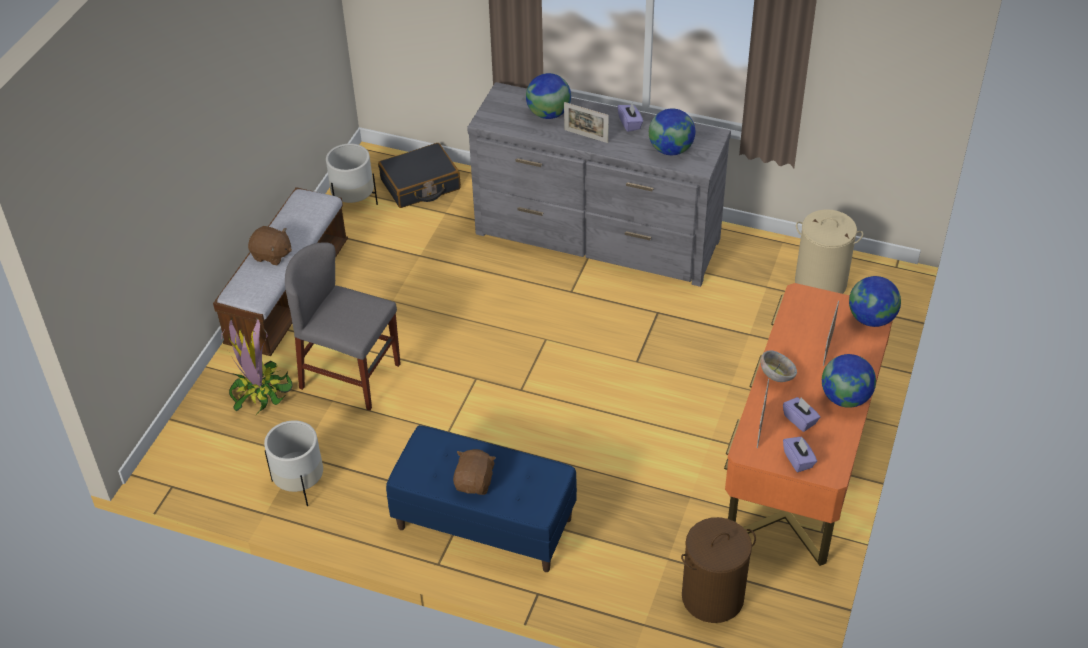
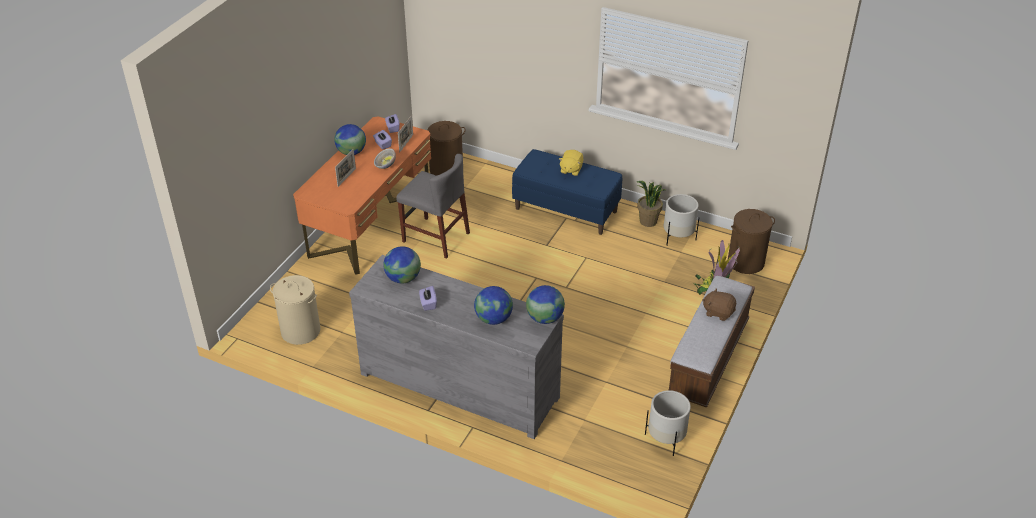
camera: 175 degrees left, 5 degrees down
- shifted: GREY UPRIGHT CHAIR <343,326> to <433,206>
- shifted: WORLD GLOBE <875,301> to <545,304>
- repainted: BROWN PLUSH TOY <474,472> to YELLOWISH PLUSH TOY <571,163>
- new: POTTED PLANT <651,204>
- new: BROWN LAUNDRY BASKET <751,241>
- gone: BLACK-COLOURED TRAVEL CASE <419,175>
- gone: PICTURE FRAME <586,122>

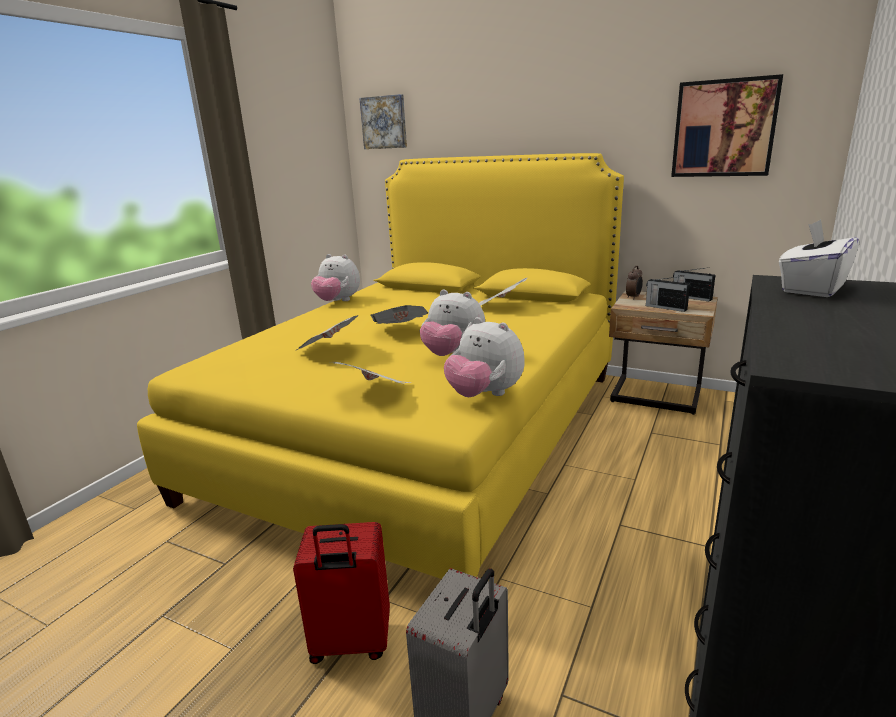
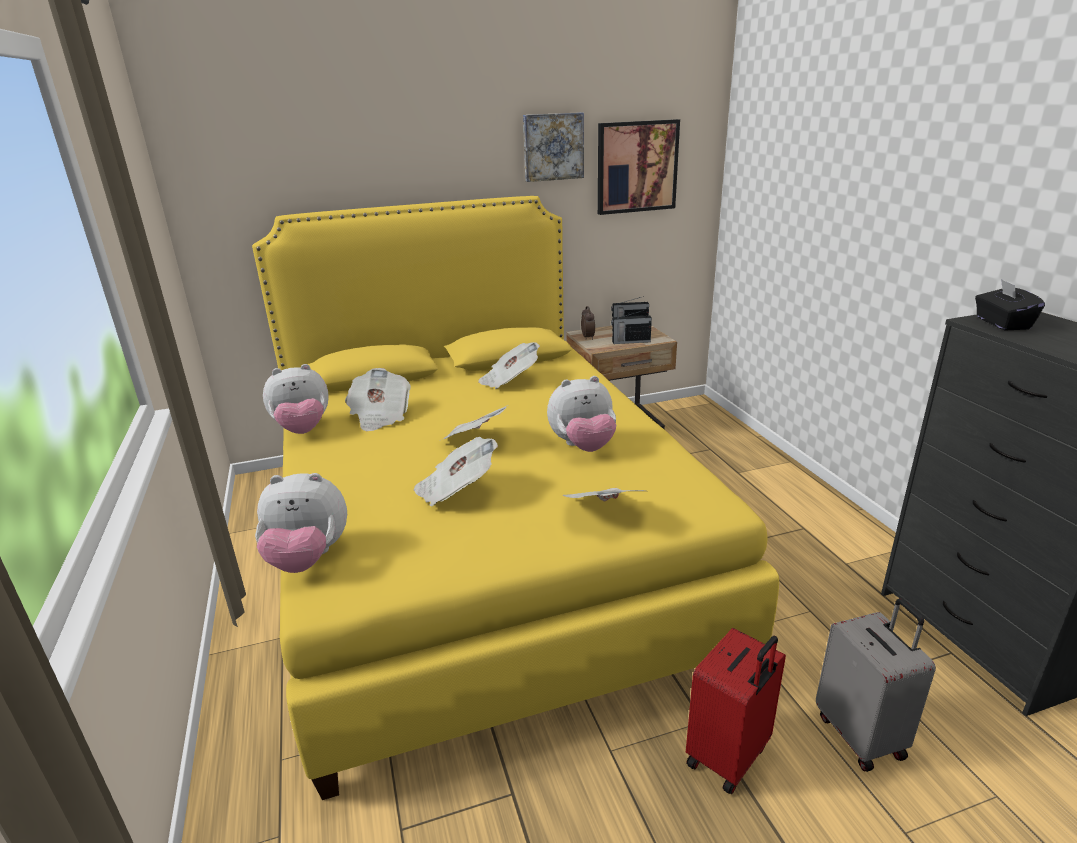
camera: 45 degrees left, 5 degrees up
- shifted: PLUSH TOY <484,357> to <301,523>
- new: DAILY PAPER <378,399>
- shifted: WALL PICTURE <383,121> to <553,147>
- repainted: WHITE-COLOURED BOX OF TISSUES <819,258> to BLACK-COLOURED BOX OF TISSUES <1010,304>

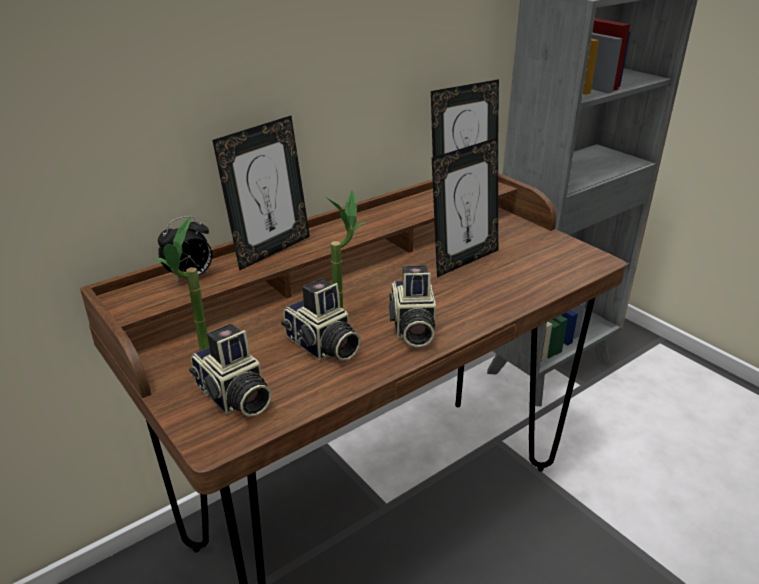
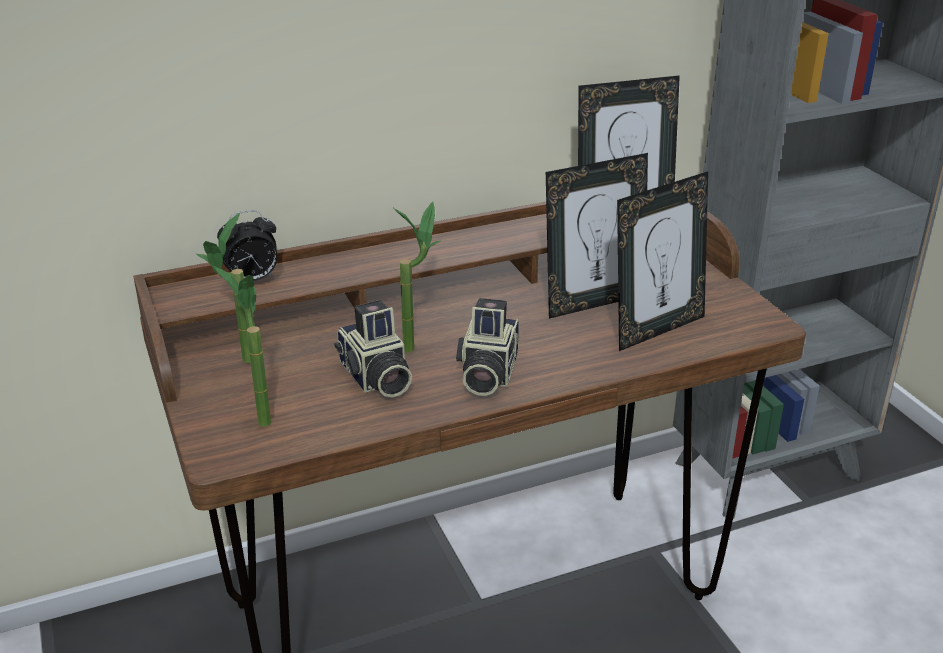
camera: 15 degrees right, 0 degrees up
- swapped: STILL CAMERA <230,370> to POTTED PLANT <242,346>
- shifted: PICTURE FRAME <261,193> to <662,261>

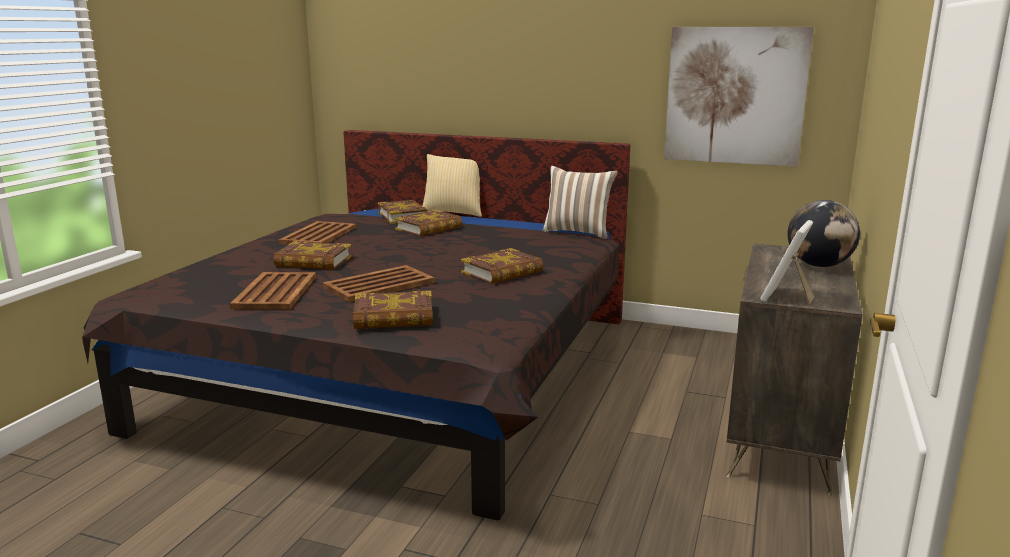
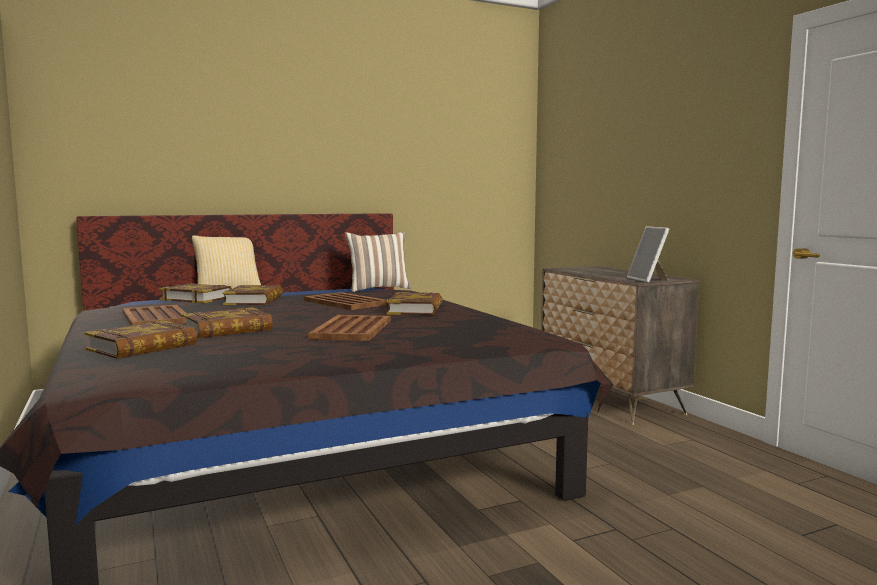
camera: 45 degrees left, 10 degrees down
- shifted: BOOK <393,309> to <140,340>
- shifted: BROWN CARRYING TRAY <273,291> to <346,301>
- gone: WALL PICTURE <739,96>
- gone: WORLD GLOBE <824,233>

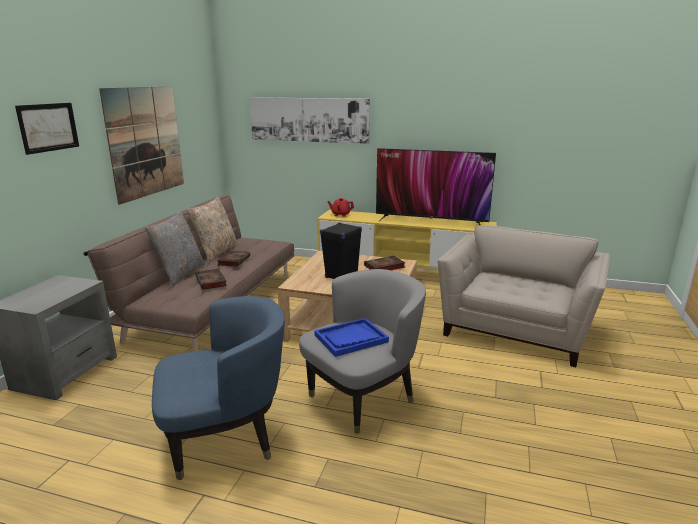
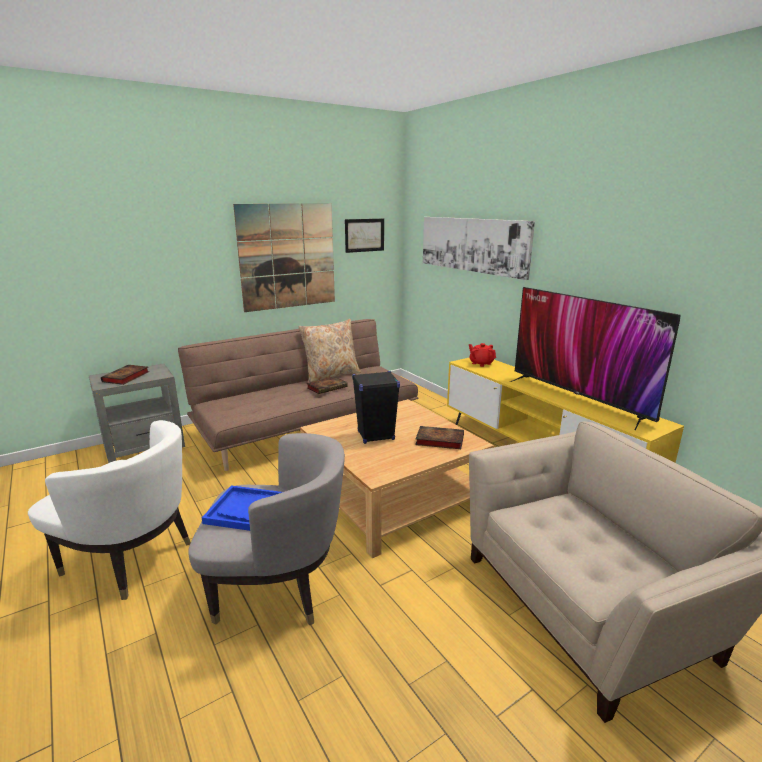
camera: 40 degrees right, 0 degrees up
- repainted: BLUE-COLOURED LOUNGE CHAIR <218,388> to WHITE-COLOURED LOUNGE CHAIR <109,510>
- shifted: BOOK <211,279> to <125,375>
- shifted: WALL PICTURE <47,129> to <364,236>
- gone: GREY THROW PILLOW <175,248>

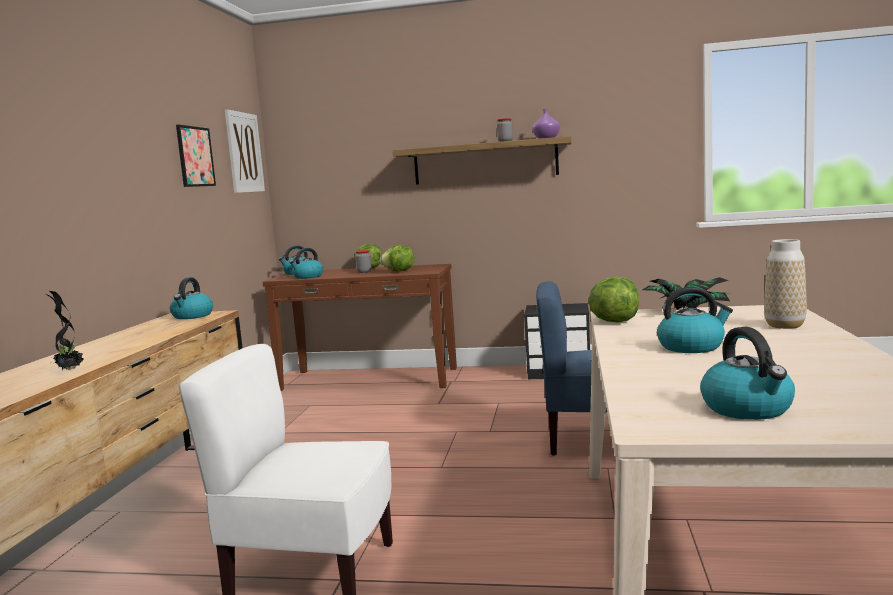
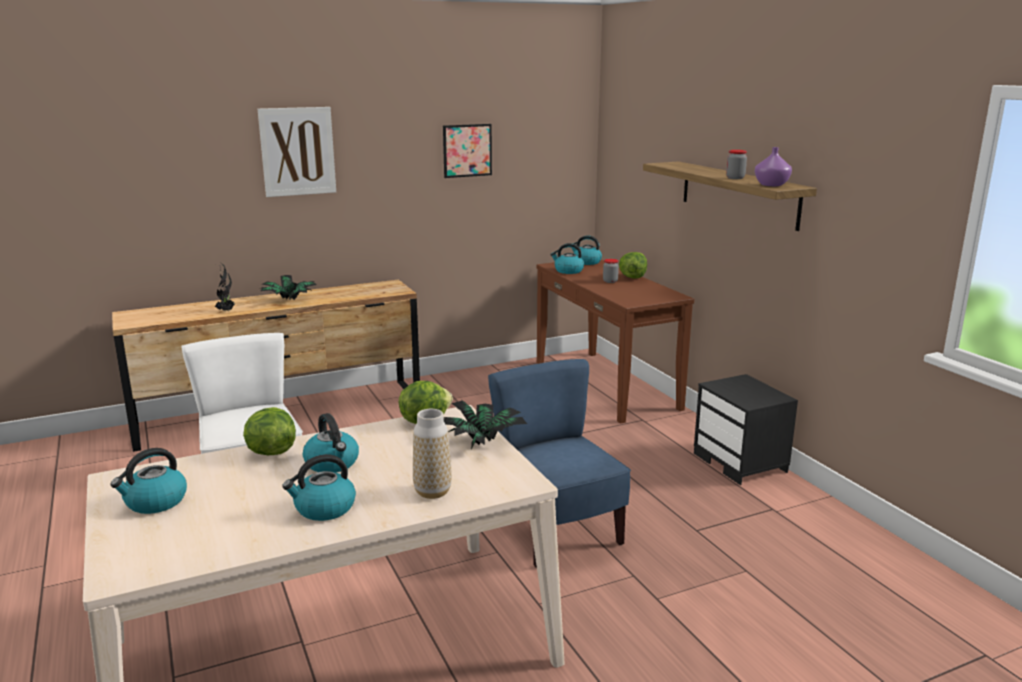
camera: 55 degrees right, 10 degrees up
- shifted: LETTUCE HEAD <397,258> to <269,431>
- shifted: WALL PICTURE <245,151> to <297,152>
- new: POTTED PLANT <289,288>
- shifted: KETTLE <191,298> to <319,487>

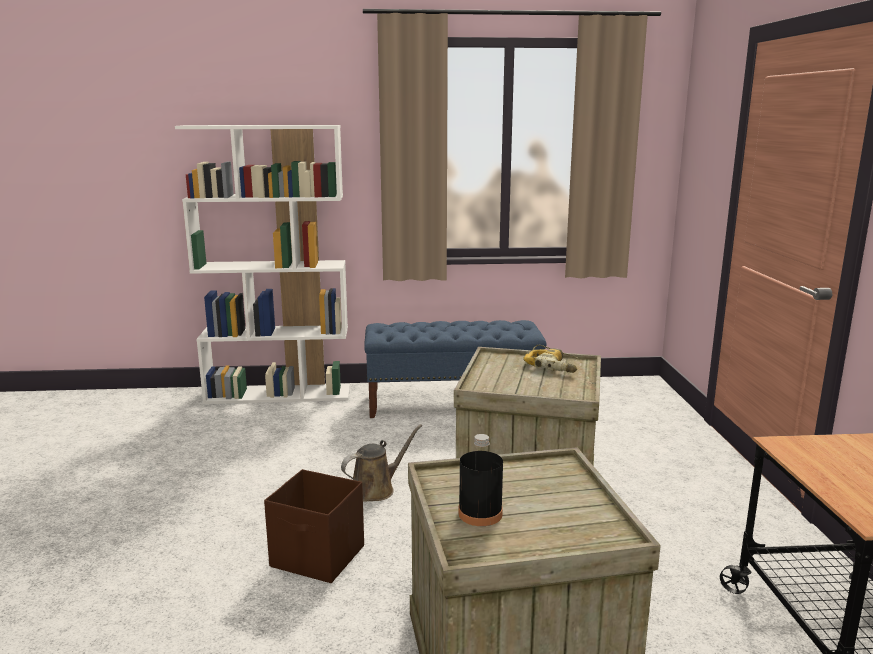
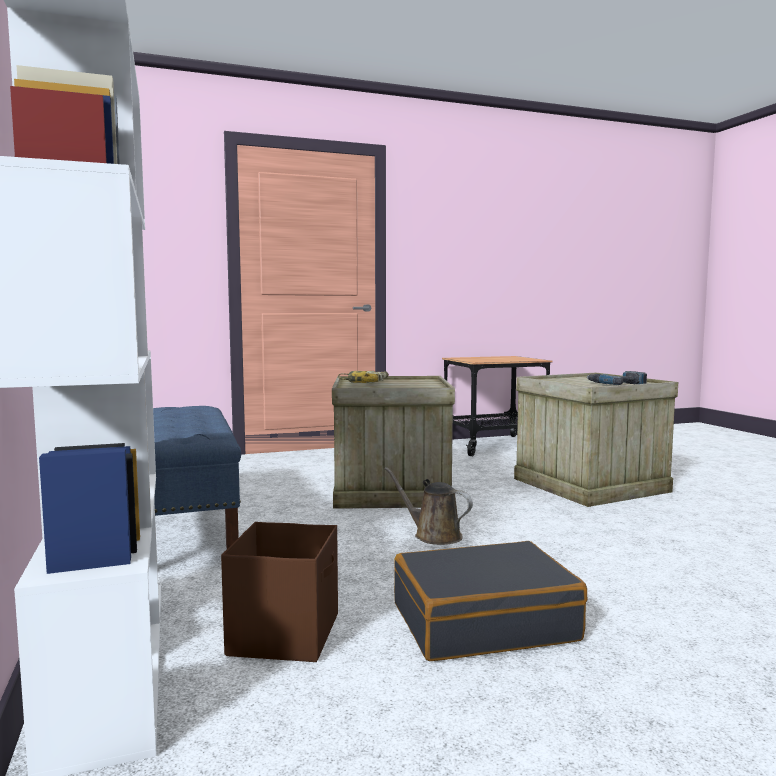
camera: 105 degrees left, 10 degrees down
- shifted: BROWN STORAGE CONTAINER <314,526> to <279,592>
- new: BLACK-COLOURED TRAVEL CASE <490,601>
- swapped: BLACK-COLOURED BEVERAGE BOTTLE <480,480> to ELECTRIC DRILL <617,378>

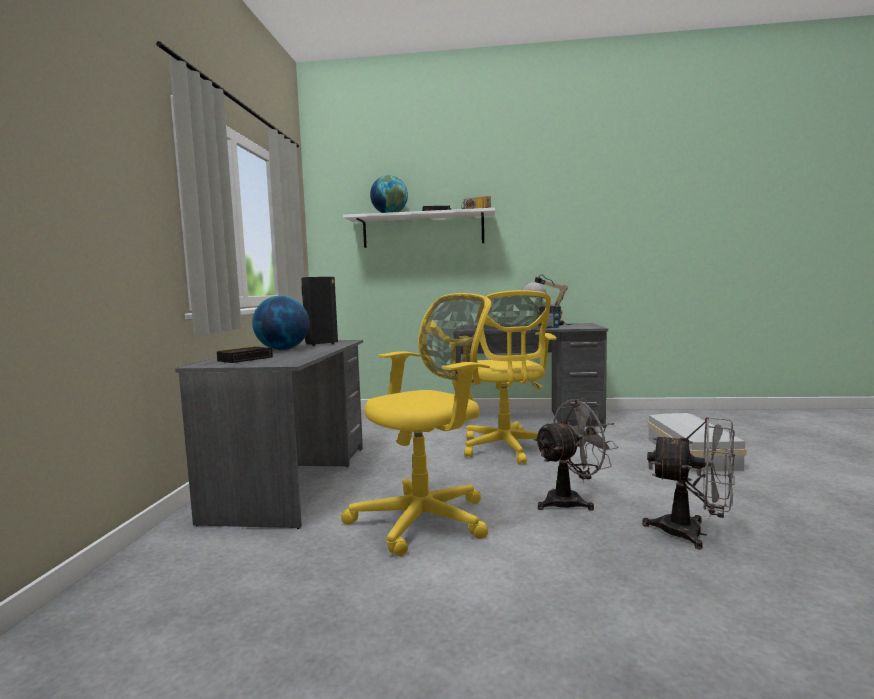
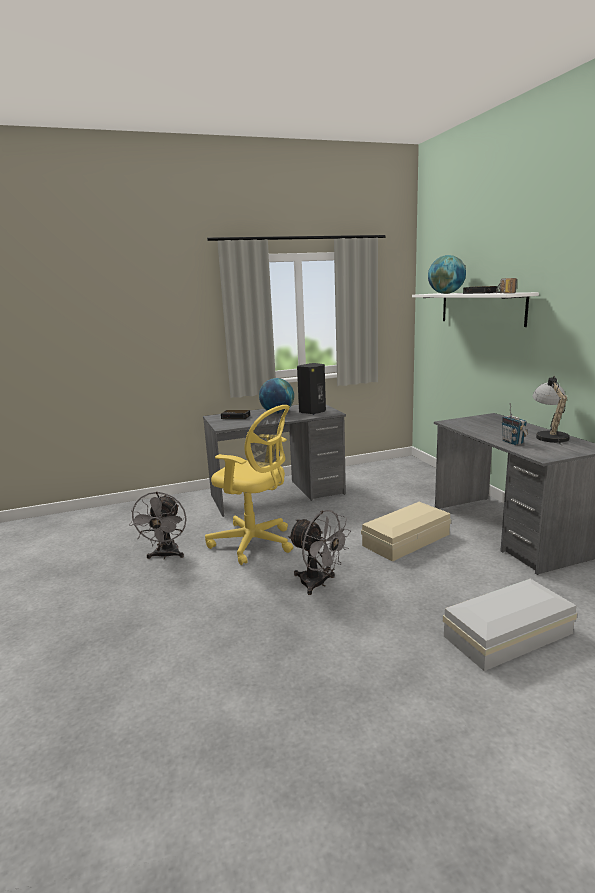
camera: 65 degrees right, 10 degrees up
- shifted: GREY COOLING FAN <688,483> to <158,525>
- swapped: YELLOWISH COMPUTER CHAIR <510,377> to BEIGE STORAGE CONTAINER <406,532>

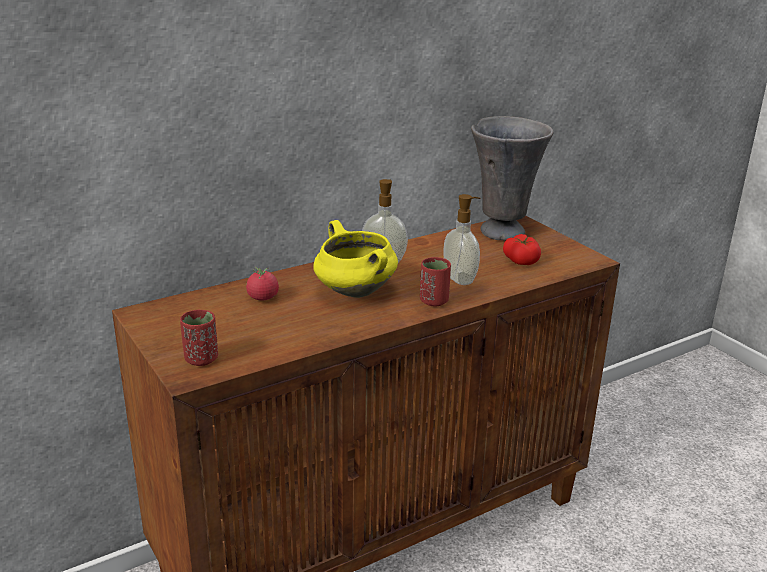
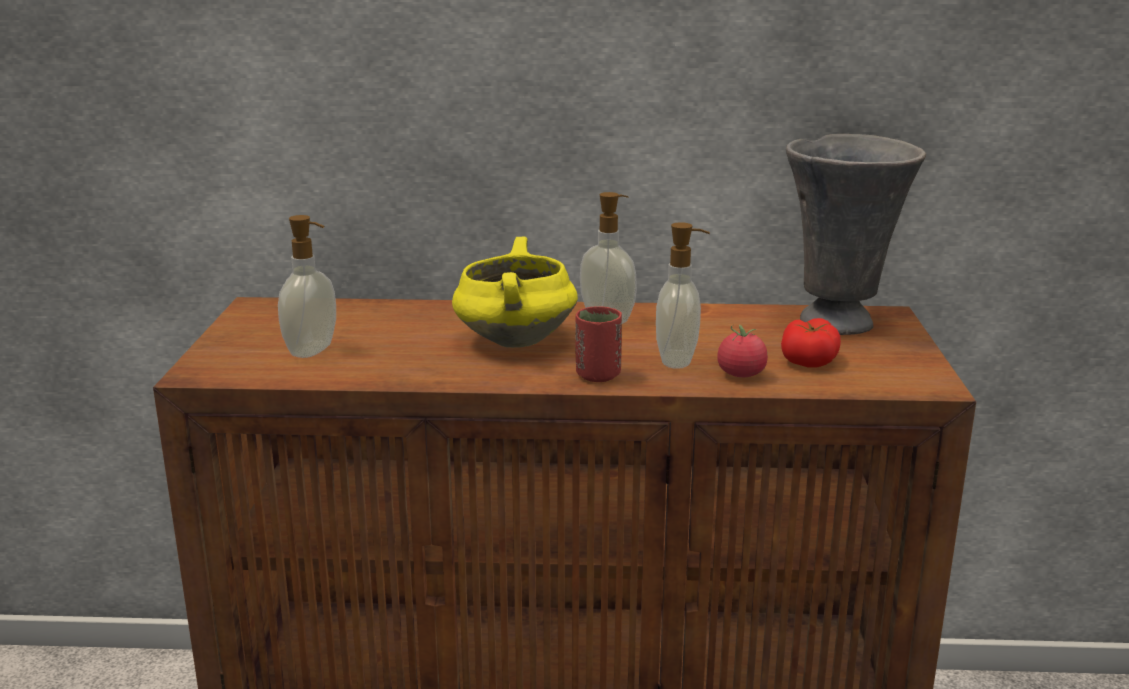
camera: 35 degrees right, 5 degrees down
- new: SOAP DISPENSER <307,286>
- shifted: WHOLE TOMATO <262,284> to <742,350>
- gone: RED-COLOURED DRINKING CUP <199,338>

